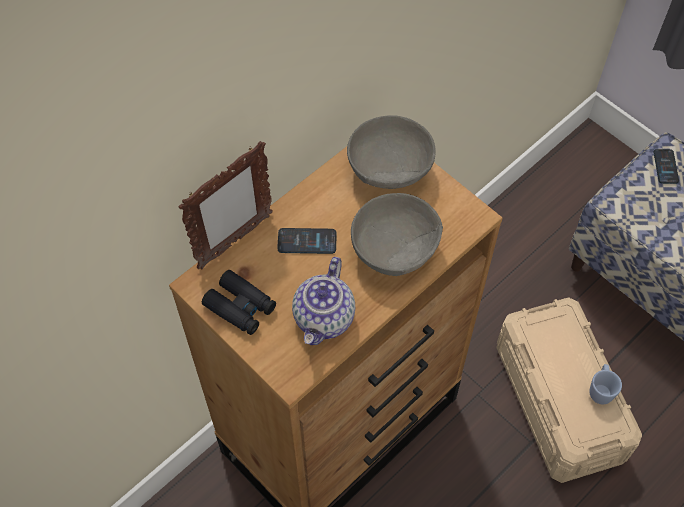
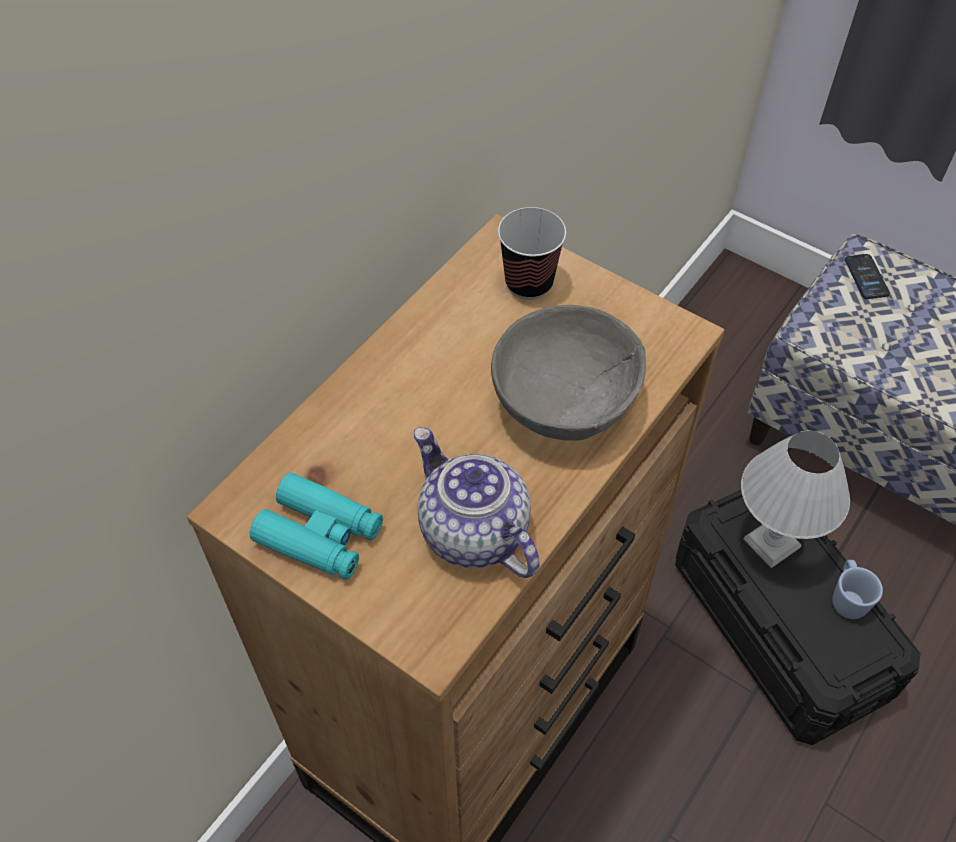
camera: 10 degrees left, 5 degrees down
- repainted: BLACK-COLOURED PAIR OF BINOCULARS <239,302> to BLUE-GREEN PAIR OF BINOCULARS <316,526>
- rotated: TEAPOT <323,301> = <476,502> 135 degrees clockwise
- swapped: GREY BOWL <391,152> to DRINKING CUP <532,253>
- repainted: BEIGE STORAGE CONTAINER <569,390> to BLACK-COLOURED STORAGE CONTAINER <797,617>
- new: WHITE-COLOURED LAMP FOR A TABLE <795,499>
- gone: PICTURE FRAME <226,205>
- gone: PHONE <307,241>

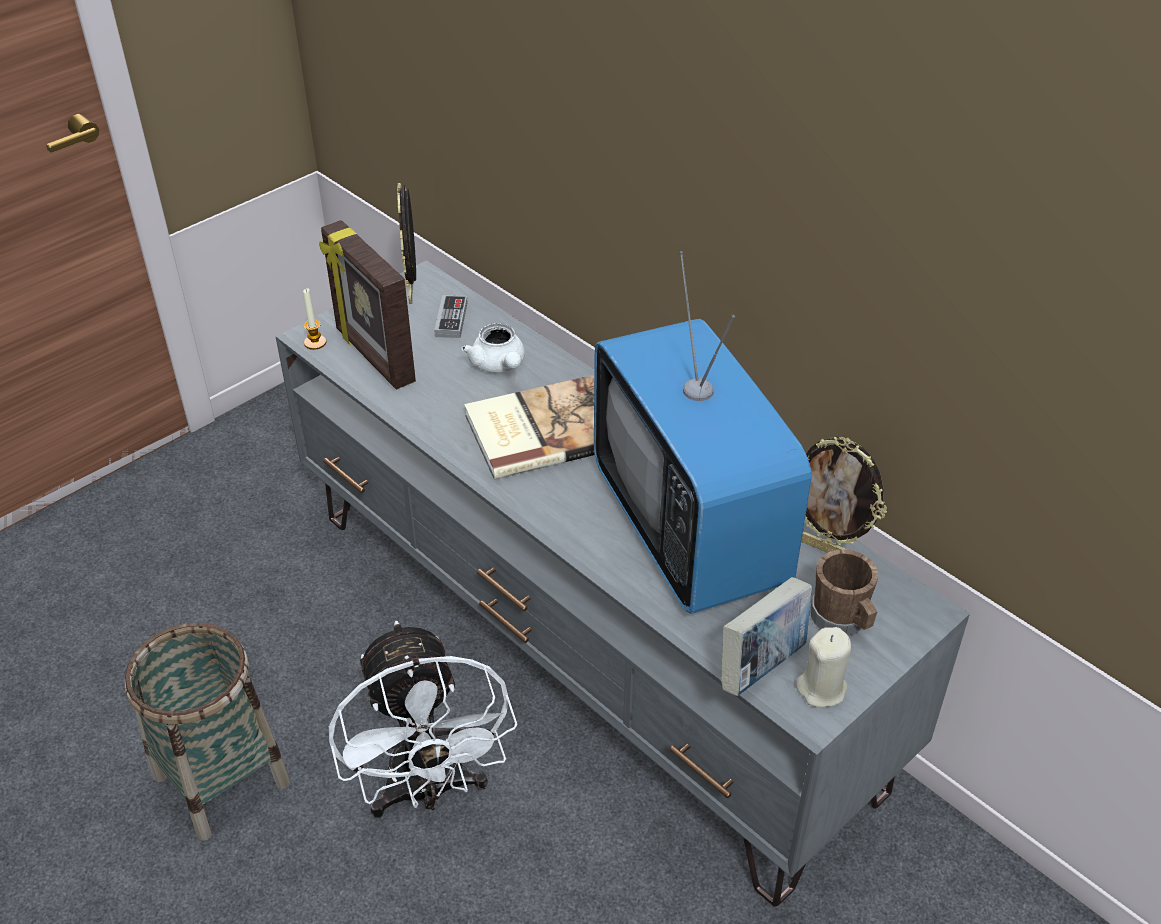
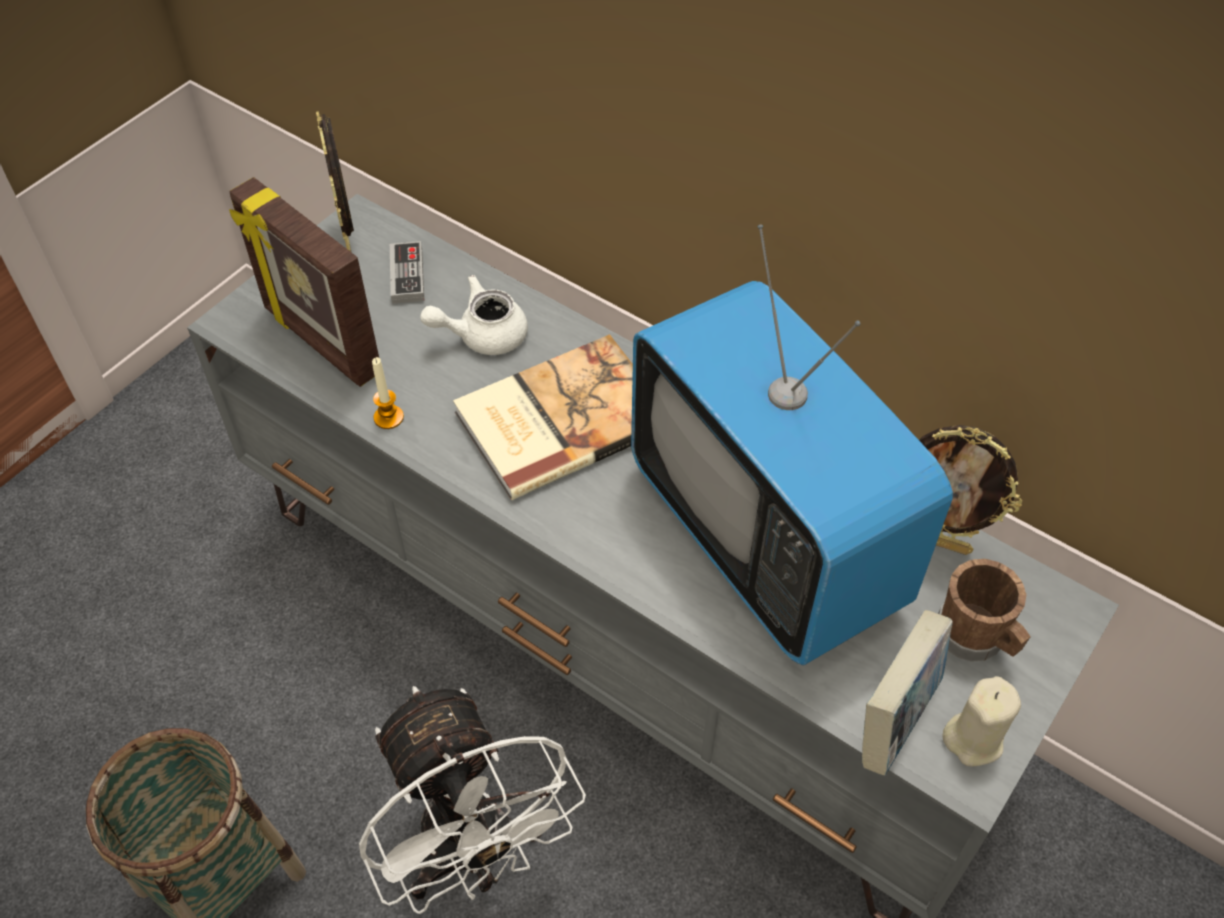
camera: 10 degrees left, 10 degrees up
- shifted: WAX LIGHT <315,319> to <388,393>
- rotated: WHITE-COLOURED TEAPOT <493,348> = <474,315> 105 degrees clockwise

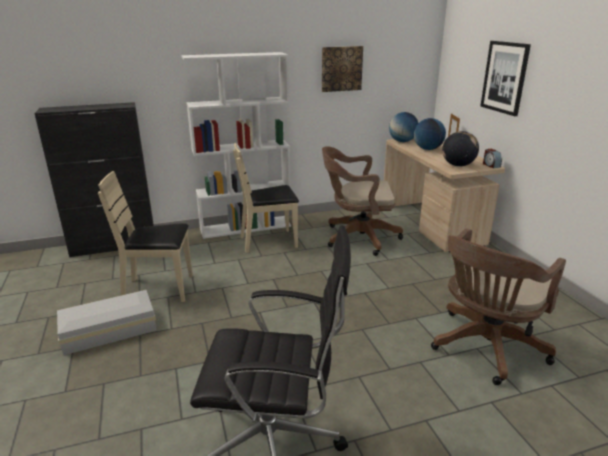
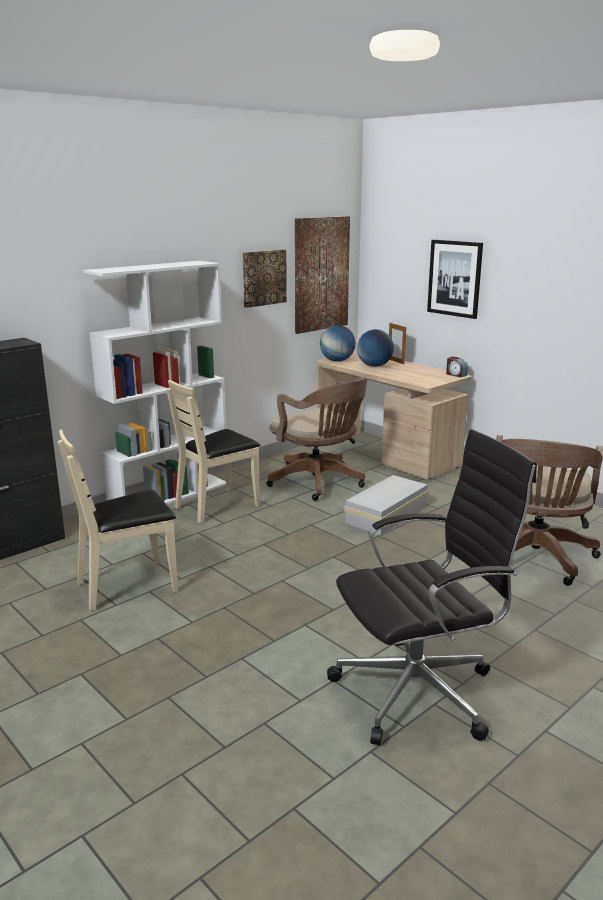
camera: 25 degrees left, 5 degrees down
- rotated: BROWN COMPUTER CHAIR <362,201> = <317,440> 105 degrees counterclockwise
- new: WALL PICTURE <322,275>
- shifted: WHITE-COLOURED STORAGE CONTAINER <107,322> to <386,505>
- gone: WORLD GLOBE <460,149>

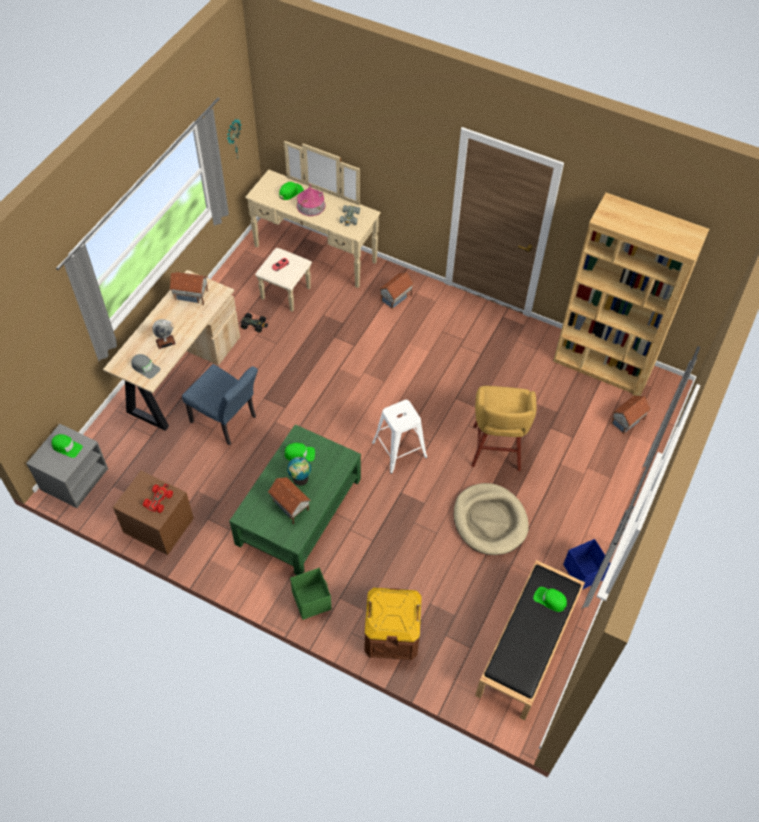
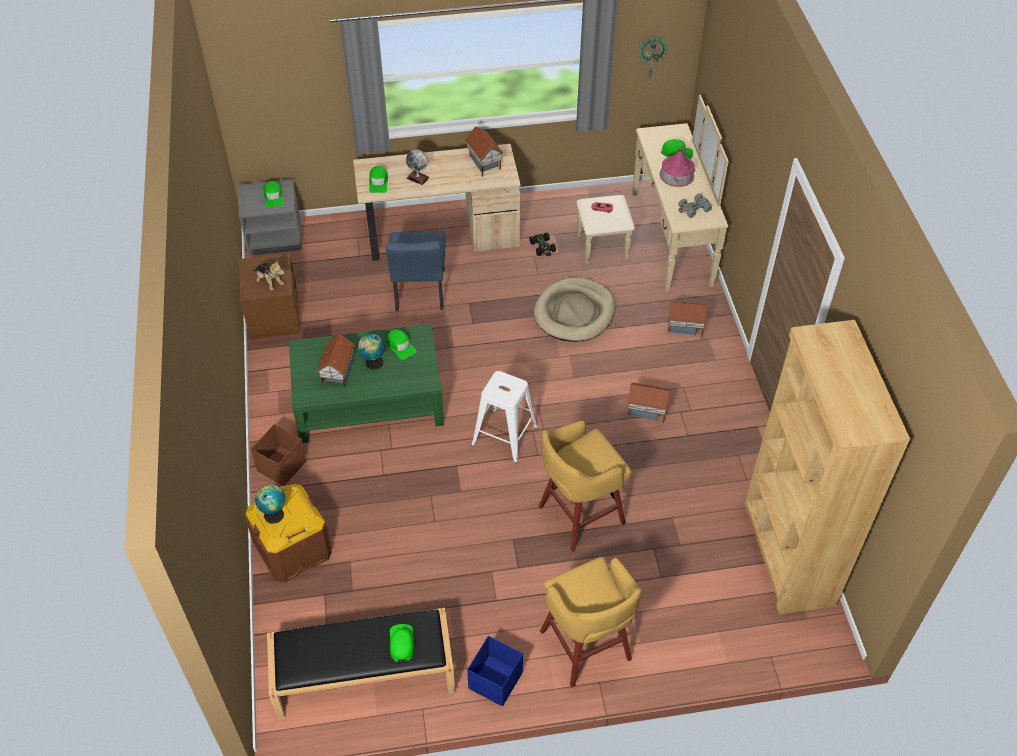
camera: 55 degrees right, 5 degrees down
- repainted: GREENISH STORAGE CONTAINER <310,594> to BROWN STORAGE CONTAINER <279,455>
- swapped: RED-COLOURED MODEL CAR <158,498> to PLUSH TOY <268,275>
- new: WORLD GLOBE <270,504>
- repainted: GREY BASEBALL CAP <145,366> to GREENISH BASEBALL CAP <378,179>
- shifted: BEIGE PET BED <491,519> to <574,310>
- new: YELLOWISH STOOL SEAT <591,622>
- shifted: MINIATURE HOUSE <631,414> to <649,403>

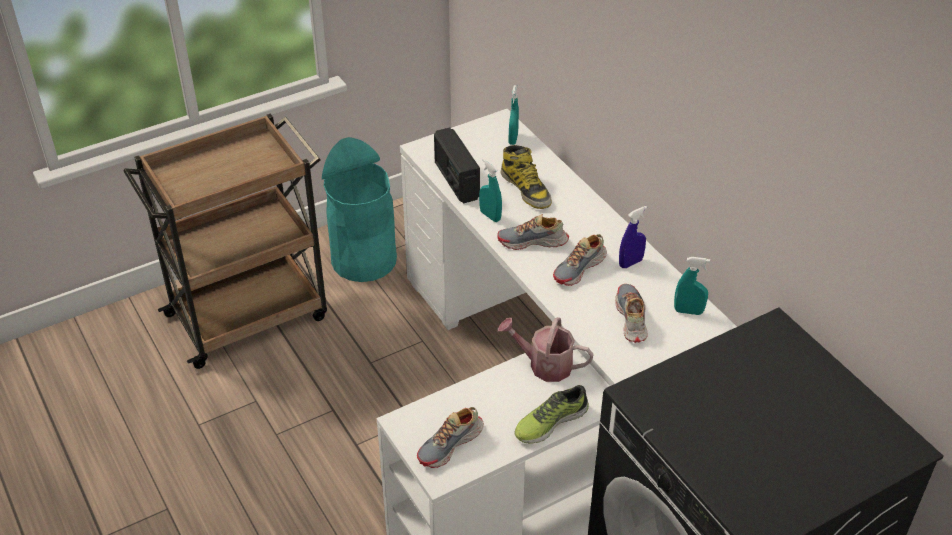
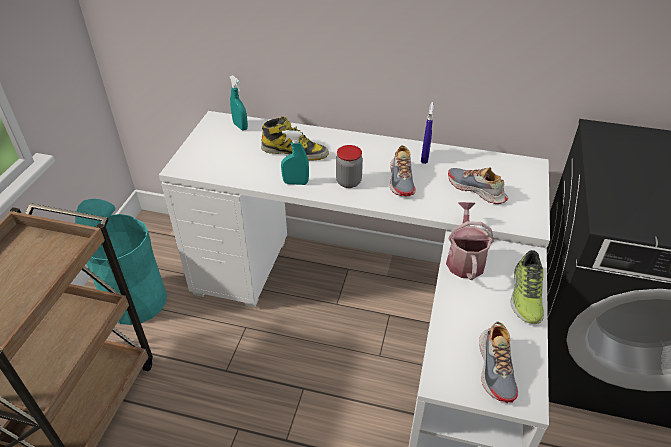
camera: 45 degrees left, 0 degrees up
- swapped: ITEM OF FOOTWEAR <533,232> to PRESERVE JAR <349,166>
- rotated: WATERING CAN <546,349> = <470,241> 120 degrees clockwise
- gone: RADIO <457,165>
- gone: BLUE-GREEN SPRAYER <692,286>

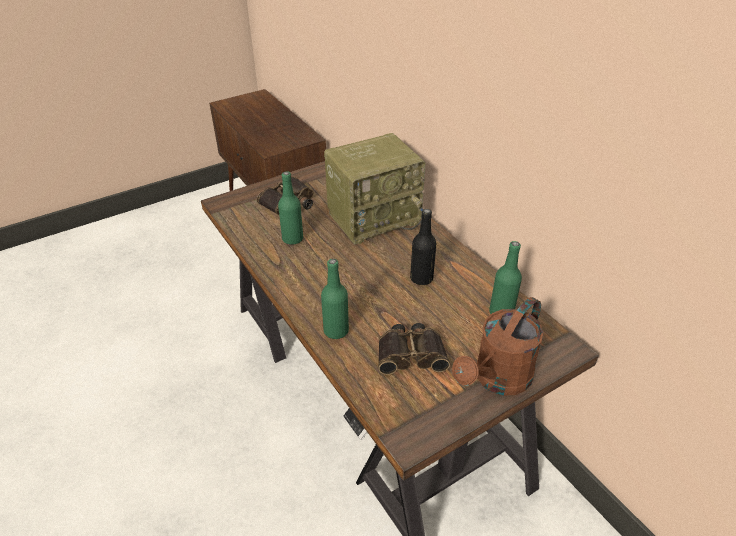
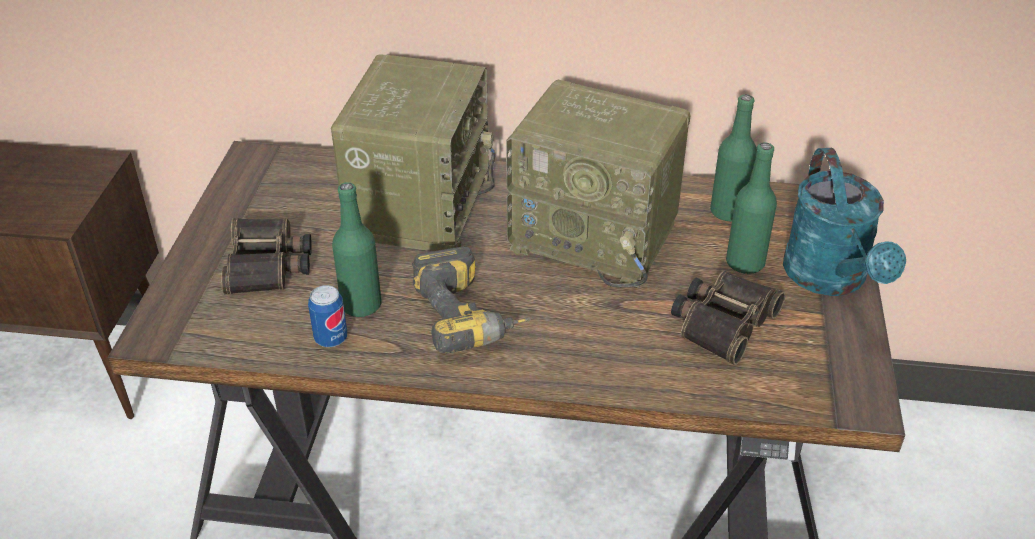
camera: 50 degrees left, 0 degrees up
- new: CAN <327,316>
- new: ELECTRIC DRILL <472,299>
- swapped: BLACK-COLOURED BEVERAGE BOTTLE <423,247> to RADIO <598,184>
- shifted: GREENISH BEVERAGE BOTTLE <335,299> to <751,208>
- repainted: BROWN WATERING CAN <498,346> to BLUE-GREEN WATERING CAN <844,222>

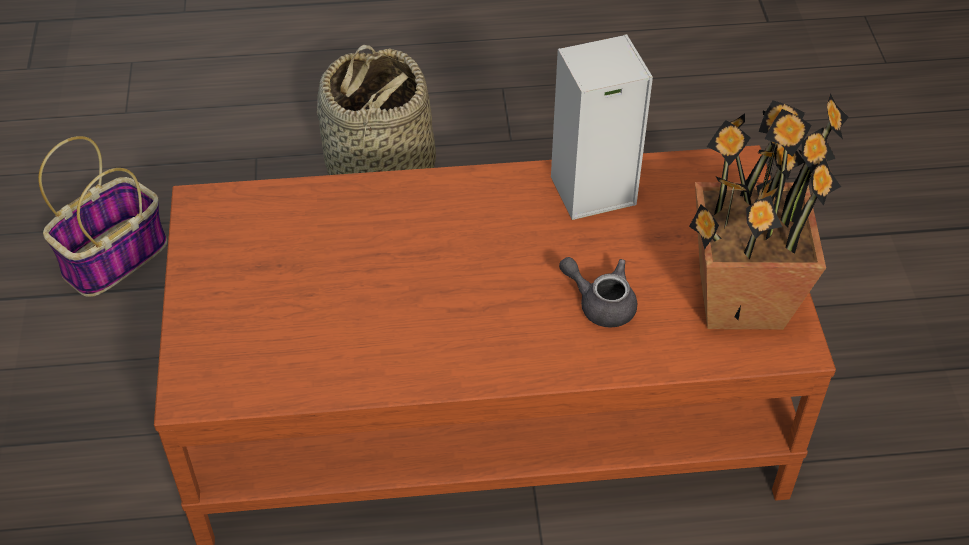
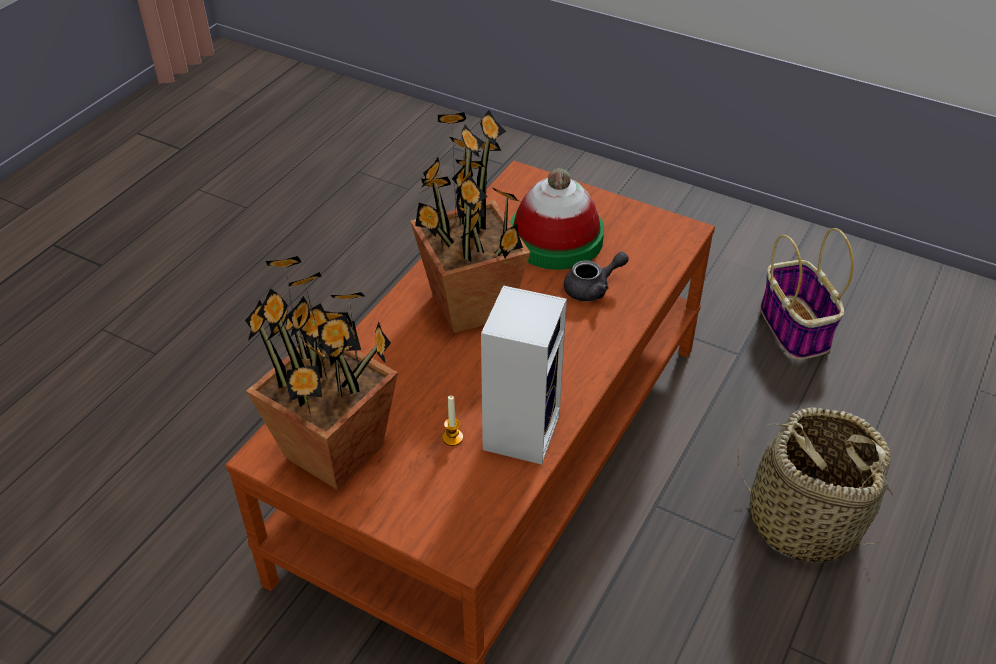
camera: 125 degrees right, 5 degrees down
- new: POTTED PLANT <470,222>
- new: WAX LIGHT <452,420>
- new: CLOTHING HAT <557,219>
- shifted: GREY TEAPOT <598,292> to <596,276>

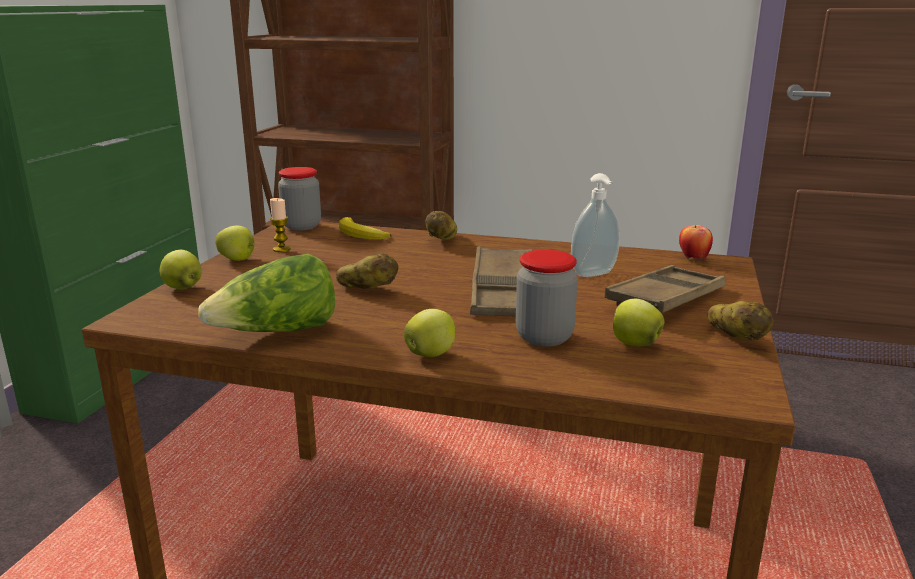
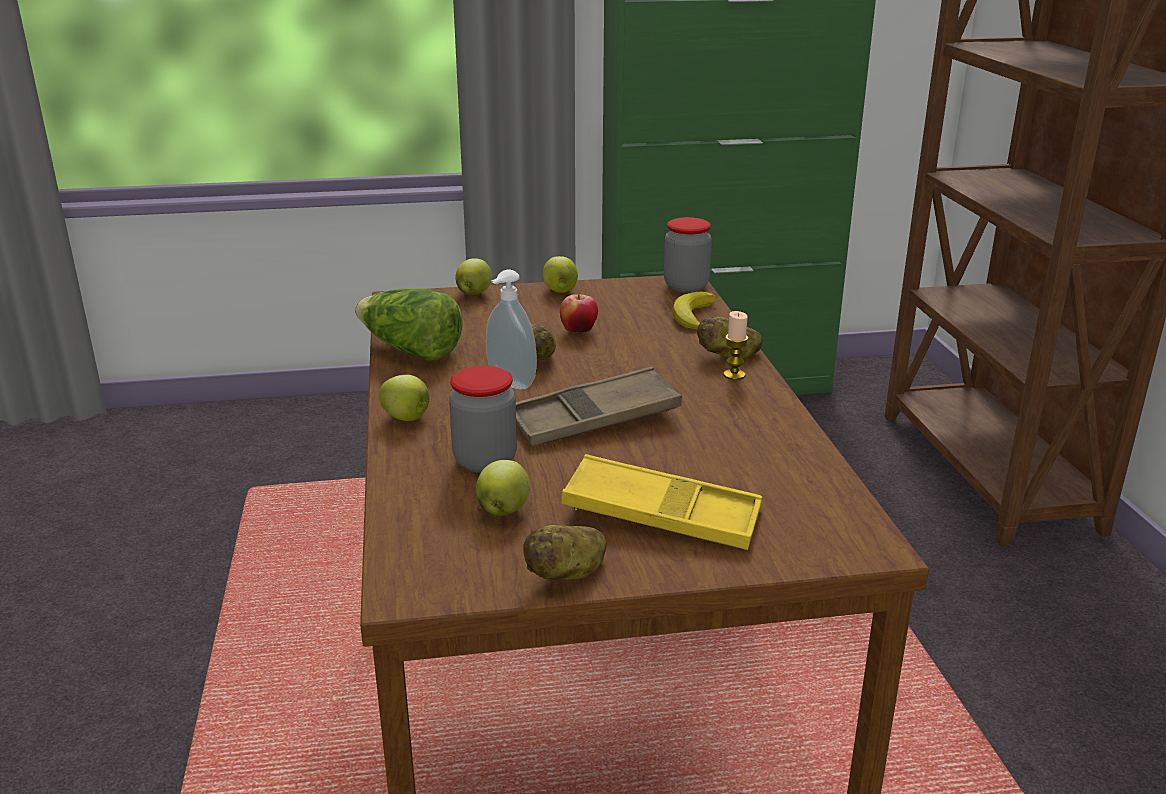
camera: 65 degrees right, 5 degrees up
- shifted: SOAP DISPENSER <595,225> to <511,329>
- shifted: APPLE <696,242> to <579,313>
- repainted: BROWN CARRYING TRAY <665,289> to YELLOWISH CARRYING TRAY <661,502>
- shifted: WAX LIGHT <280,225> to <735,345>

